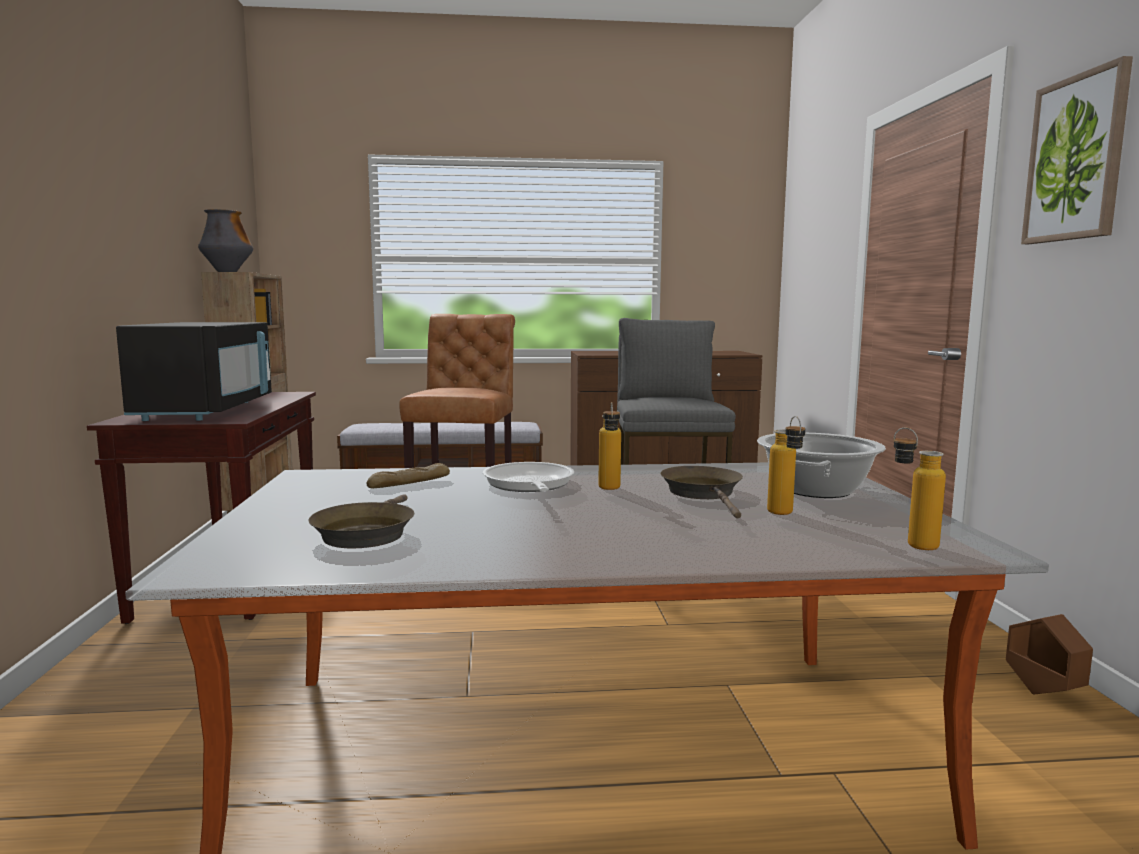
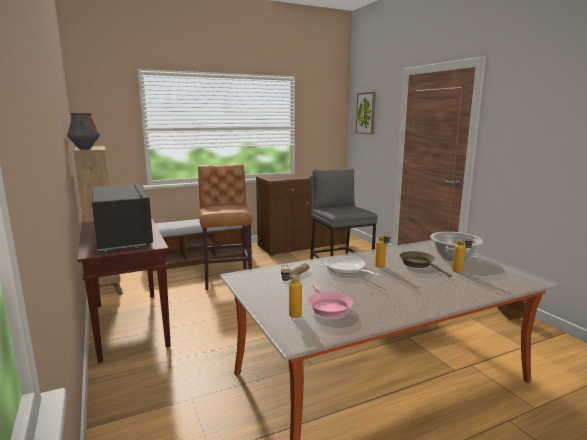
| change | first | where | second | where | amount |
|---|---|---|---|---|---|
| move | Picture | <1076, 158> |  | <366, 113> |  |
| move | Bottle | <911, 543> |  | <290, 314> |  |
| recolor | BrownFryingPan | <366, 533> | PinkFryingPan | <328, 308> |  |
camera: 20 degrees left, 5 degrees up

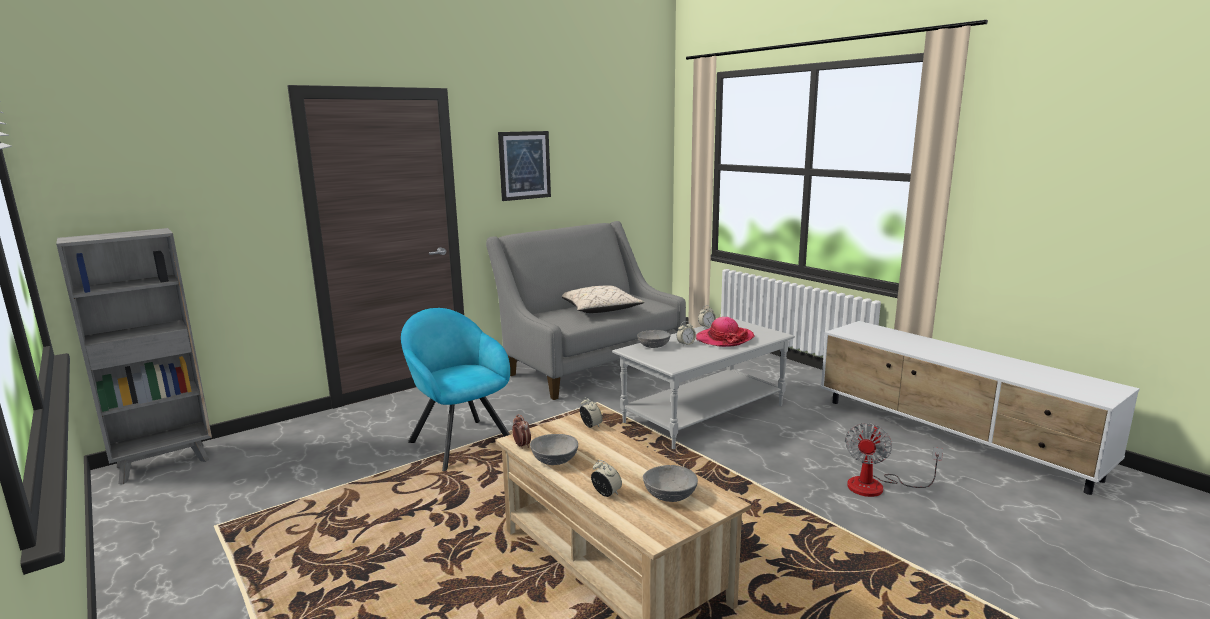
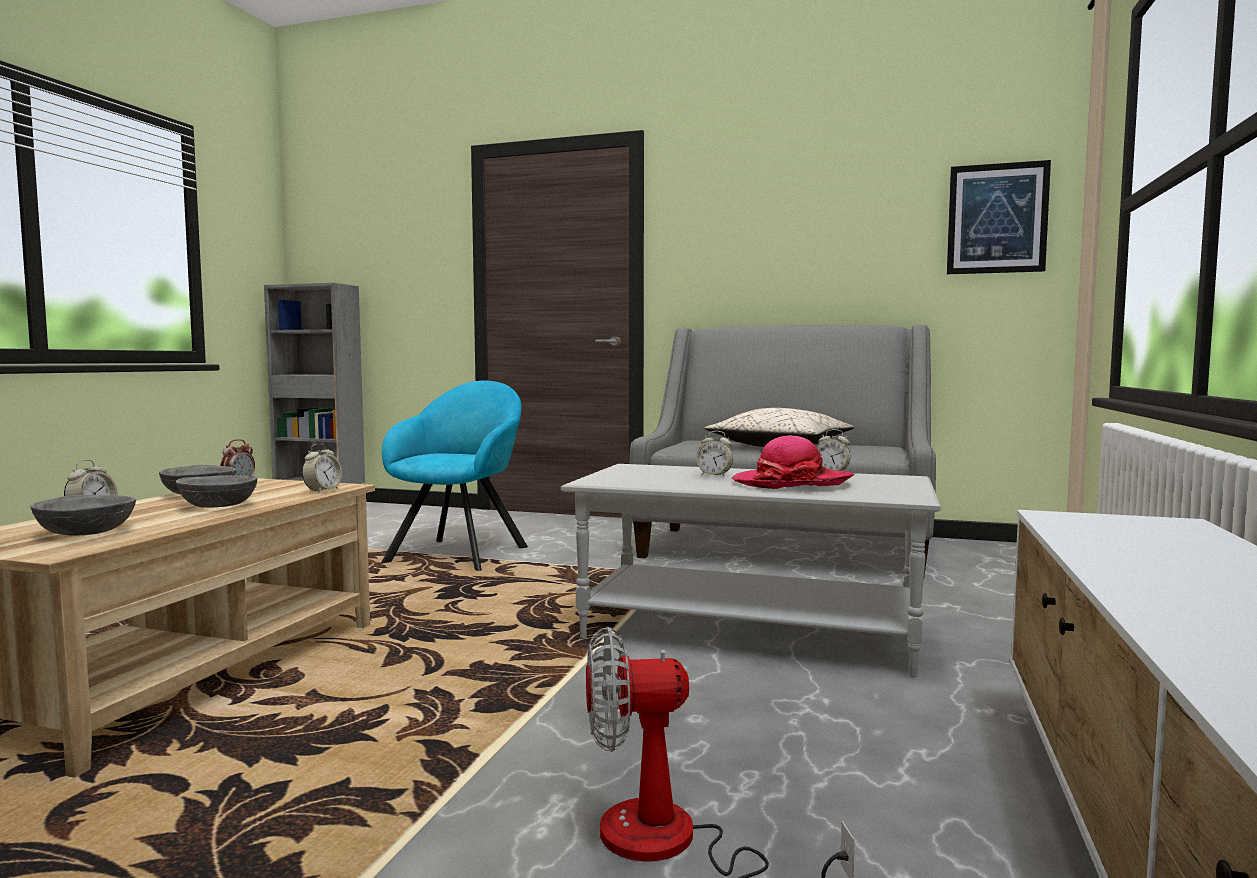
| change | first | where | second | where | amount |
|---|---|---|---|---|---|
| move | Picture | <524, 165> |  | <997, 219> |  |
| move | GreyBowl | <654, 346> |  | <218, 506> |  |
camera: 55 degrees right, 10 degrees down

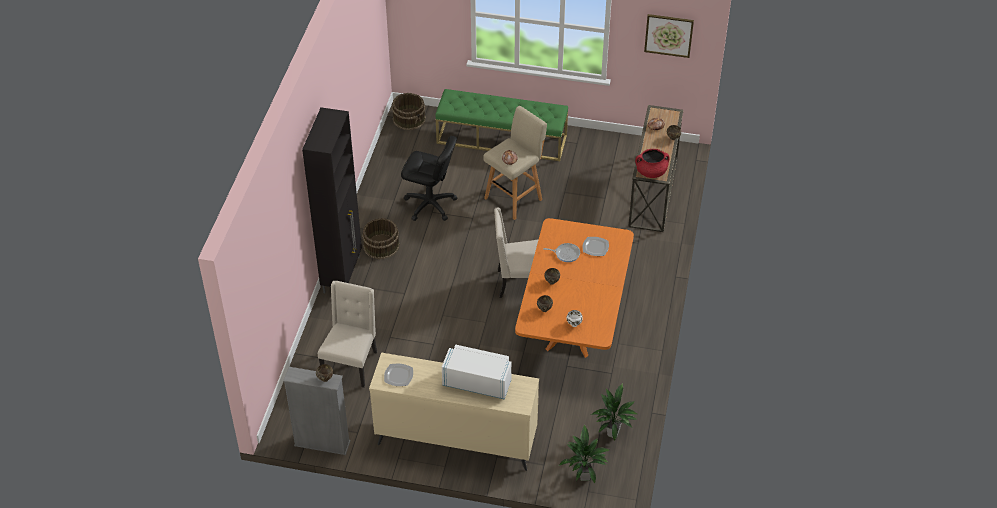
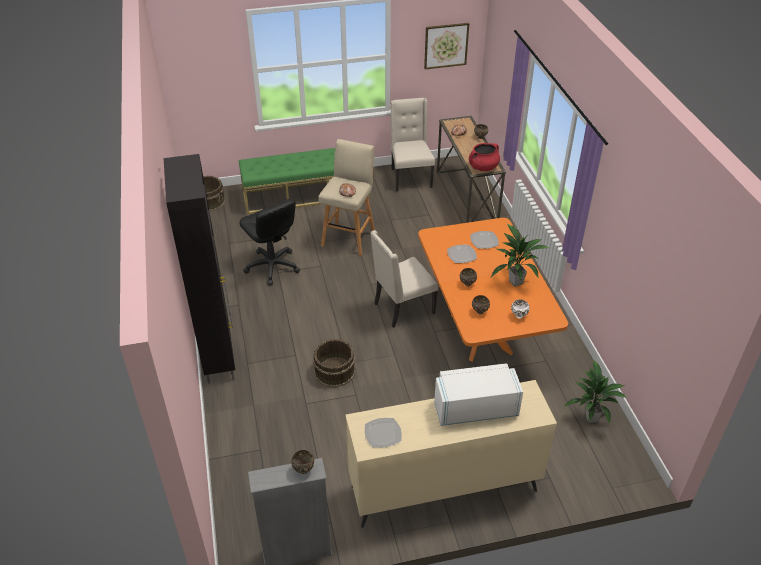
| change | first | where | second | where | amount |
|---|---|---|---|---|---|
| rotate | BlackOfficeChair | <430, 205> |  | <272, 266> | 60 degrees clockwise |
| move | BrownBucket | <381, 245> |  | <334, 371> |  |
| replace | FryingPan | <566, 254> | Plate | <461, 255> |  |
| move | BeigeChair | <351, 364> |  | <410, 178> |  |
| move | PottedPlant | <585, 476> |  | <515, 282> |  |
camera: 25 degrees left, 5 degrees down

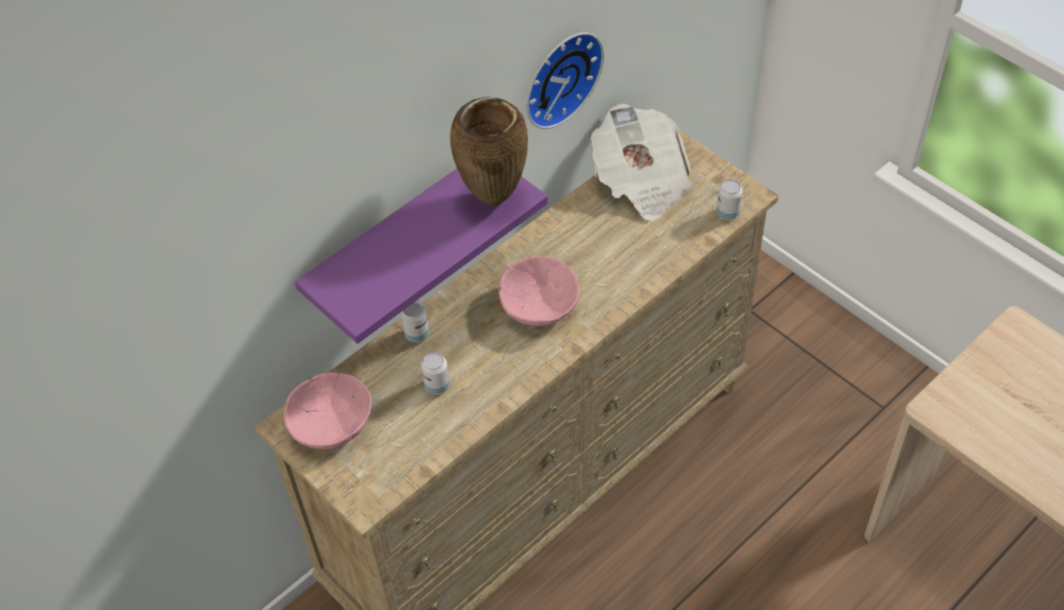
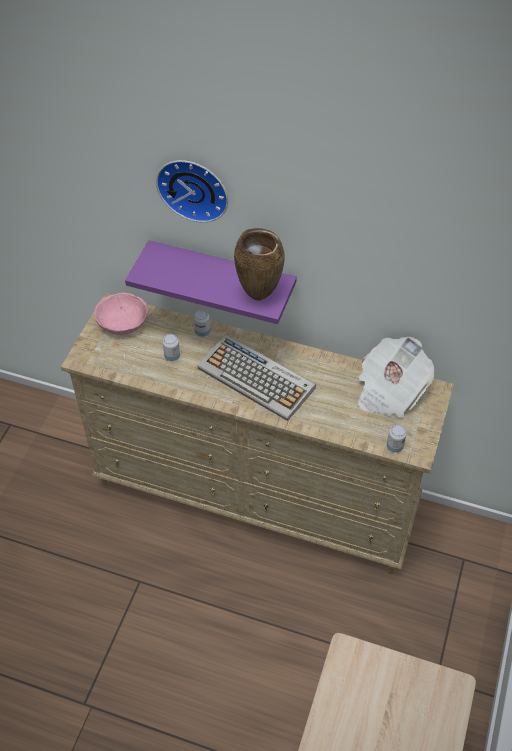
| change | first | where | second | where | amount |
|---|---|---|---|---|---|
| move | WallClock | <559, 76> |  | <194, 187> |  |
| replace | PinkBowl | <539, 304> | Keyboard | <257, 378> |  |
camera: 60 degrees right, 0 degrees up

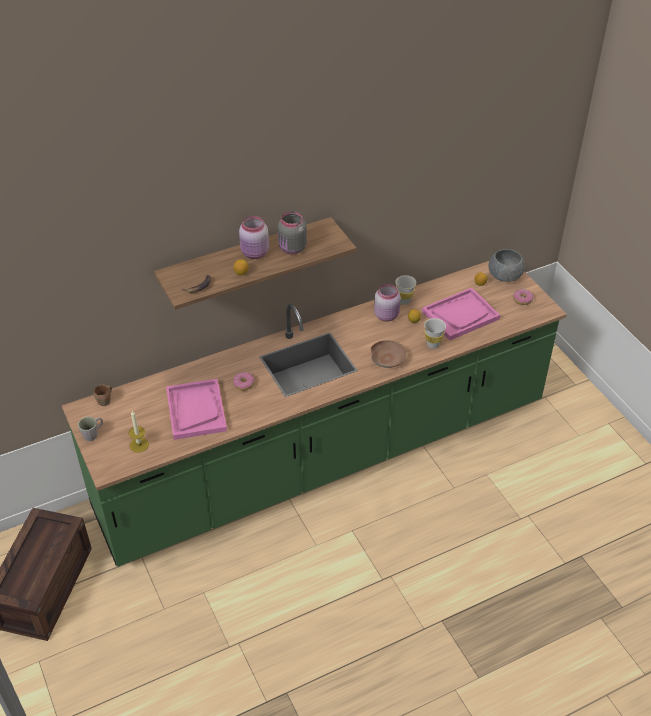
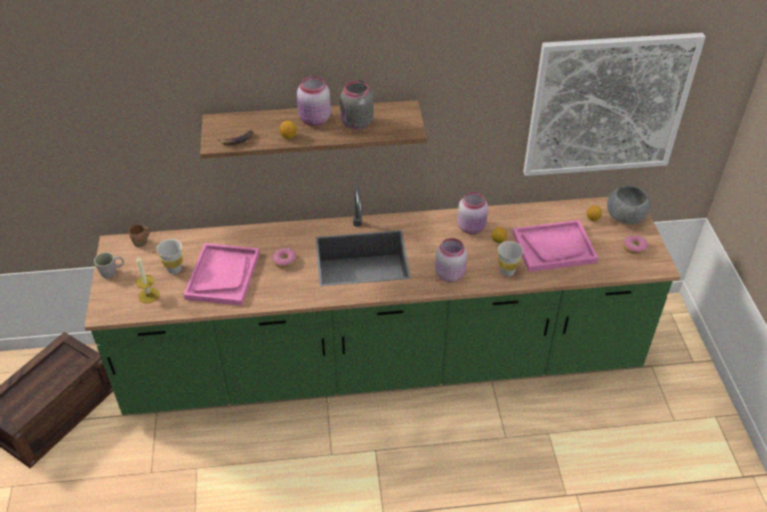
| change | first | where | second | where | amount |
|---|---|---|---|---|---|
| move | WhiteCup | <404, 301> |  | <174, 269> |  |
| replace | BrownBowl | <388, 358> | PinkJar | <450, 274> |  |
| insert |  |  | Picture | <607, 105> |  |
camera: 20 degrees right, 0 degrees up

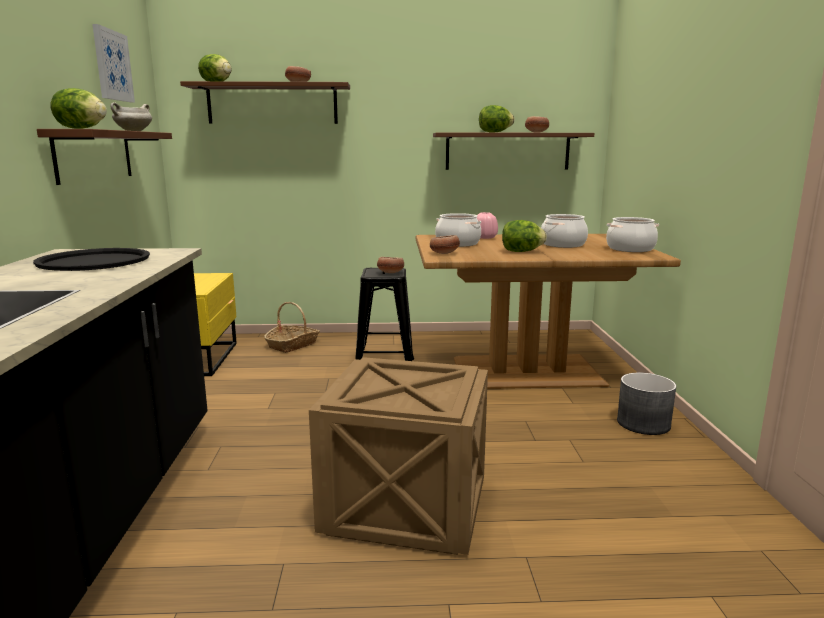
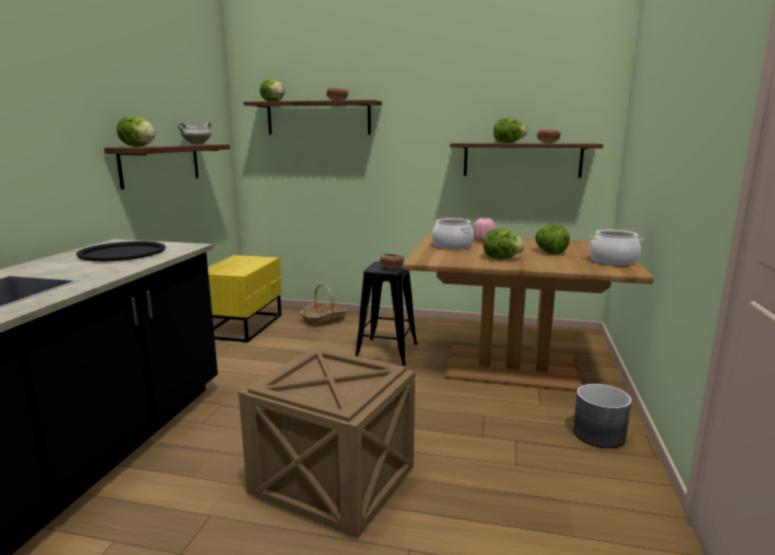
| change | first | where | second | where | amount |
|---|---|---|---|---|---|
| delete | Picture | <112, 65> |  |  |  |
| replace | CookingPot | <563, 244> | Lettuce | <550, 252> |  |
| delete | Bowl | <444, 253> |  |  |  |
camera: 15 degrees right, 0 degrees up

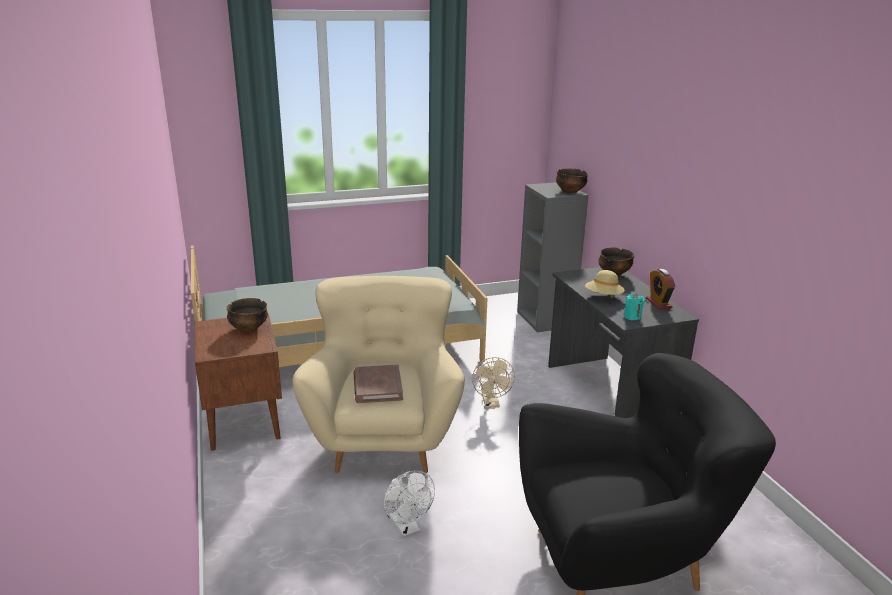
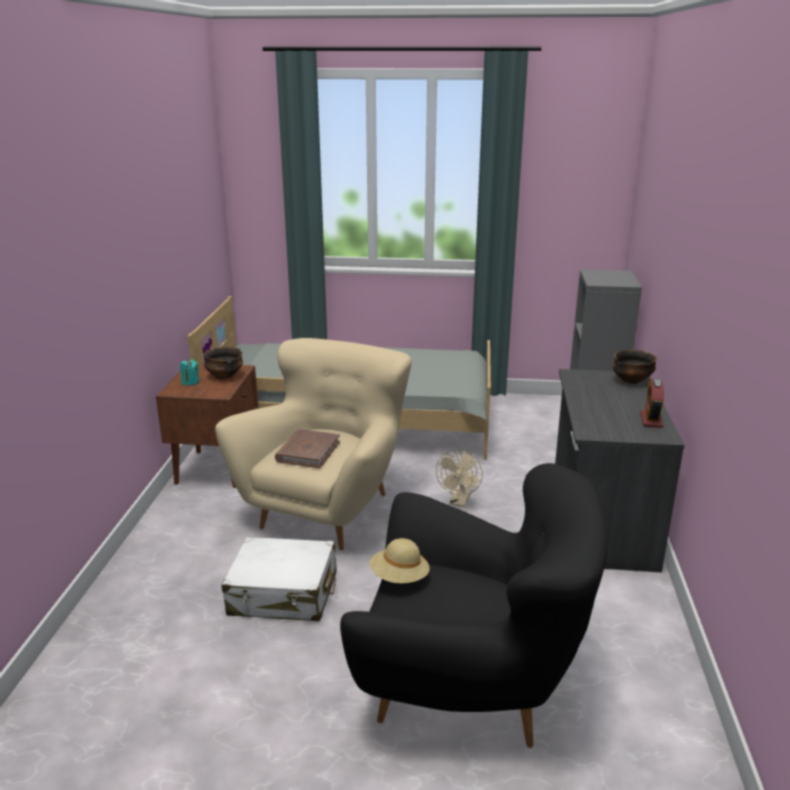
| change | first | where | second | where | amount |
|---|---|---|---|---|---|
| delete | Bowl | <570, 191> |  |  |  |
| move | BeigeHat | <603, 297> |  | <399, 578> |  |
| move | TurquoiseCandle | <632, 317> |  | <190, 382> |  |
| replace | WhiteFan | <407, 527> | WhiteSuitcase | <283, 594> |  |
camera: 25 degrees right, 0 degrees up

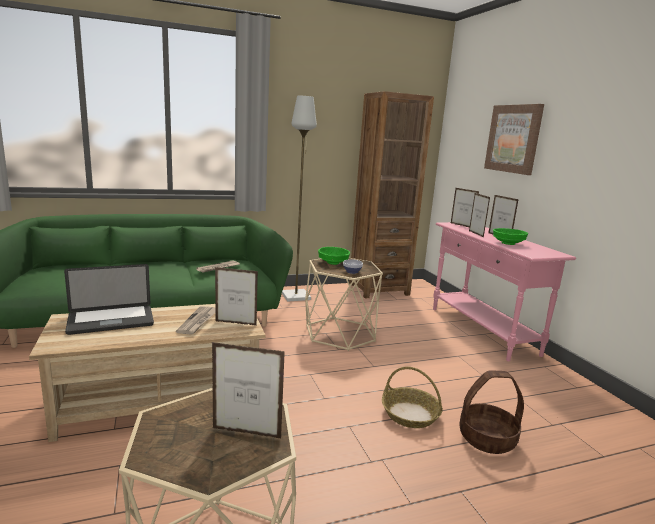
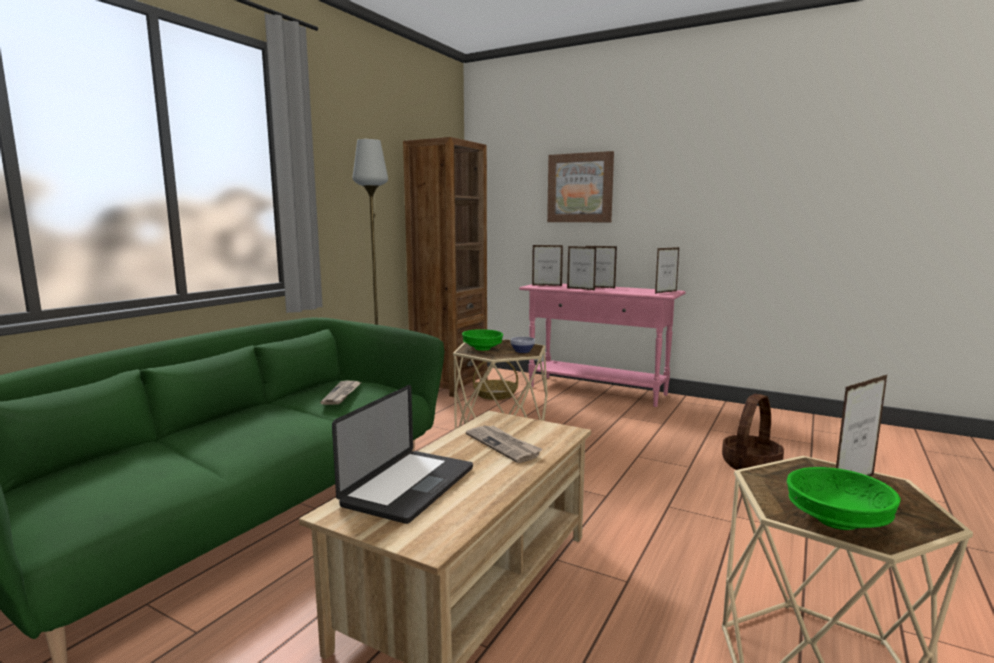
| change | first | where | second | where | amount |
|---|---|---|---|---|---|
| move | GreenBowl | <508, 243> |  | <837, 520> |  |
| move | PictureFrame | <236, 323> |  | <666, 292> |  |
| move | Basket | <410, 414> |  | <495, 394> |  |
camera: 40 degrees left, 5 degrees down

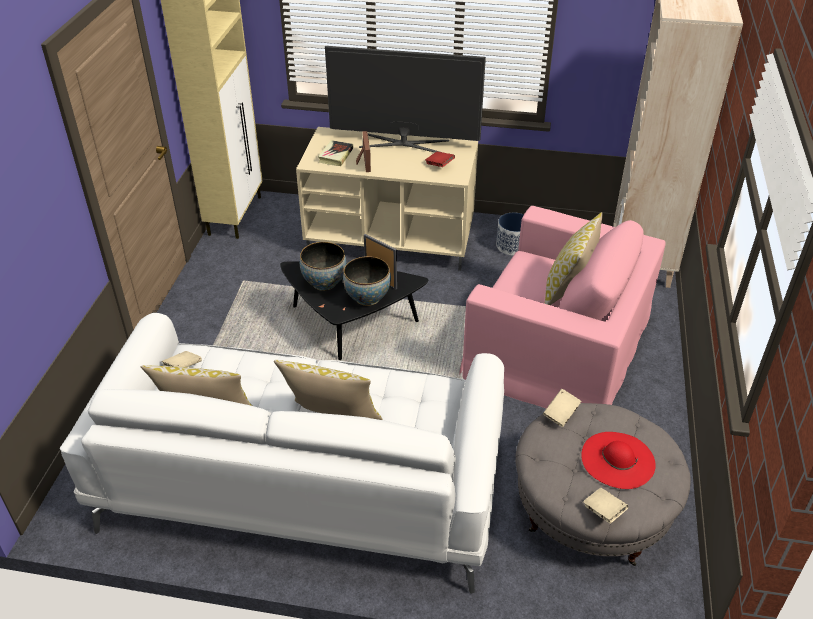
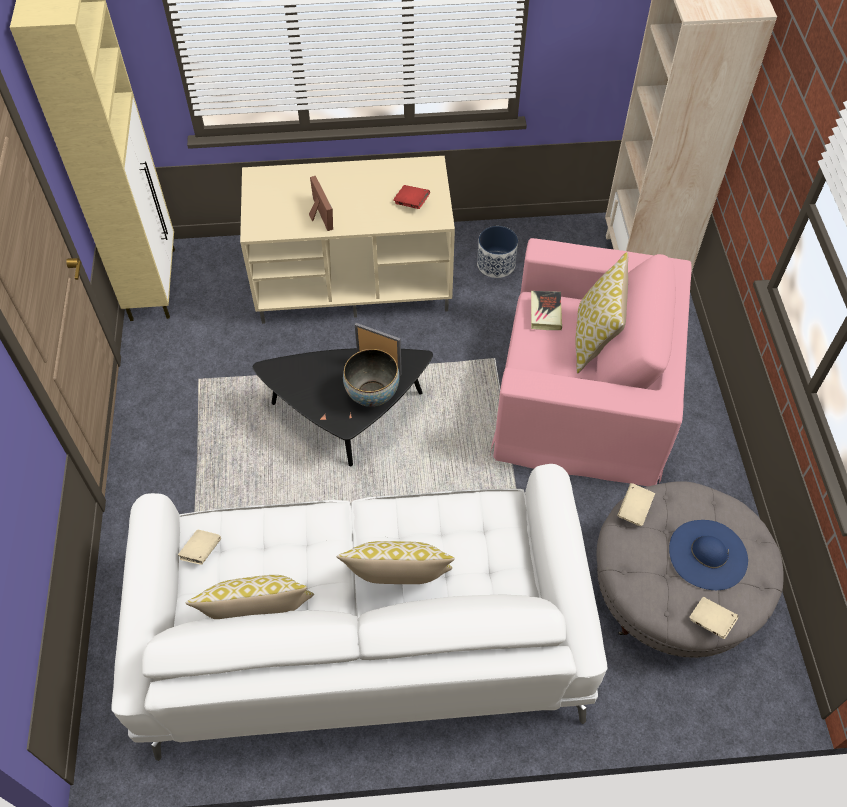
| change | first | where | second | where | amount |
|---|---|---|---|---|---|
| delete | Television | <404, 143> |  |  |  |
| move | Book | <336, 155> |  | <545, 312> |  |
| delete | Bowl | <324, 283> |  |  |  |
| recolor | RedHat | <617, 460> | BlueHat | <707, 554> |  |
camera: 15 degrees left, 15 degrees up

